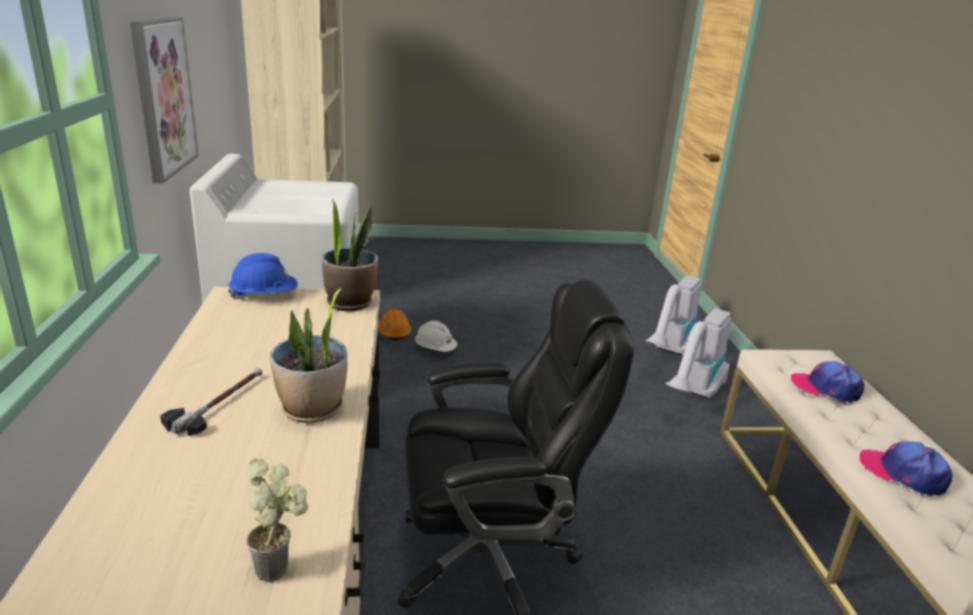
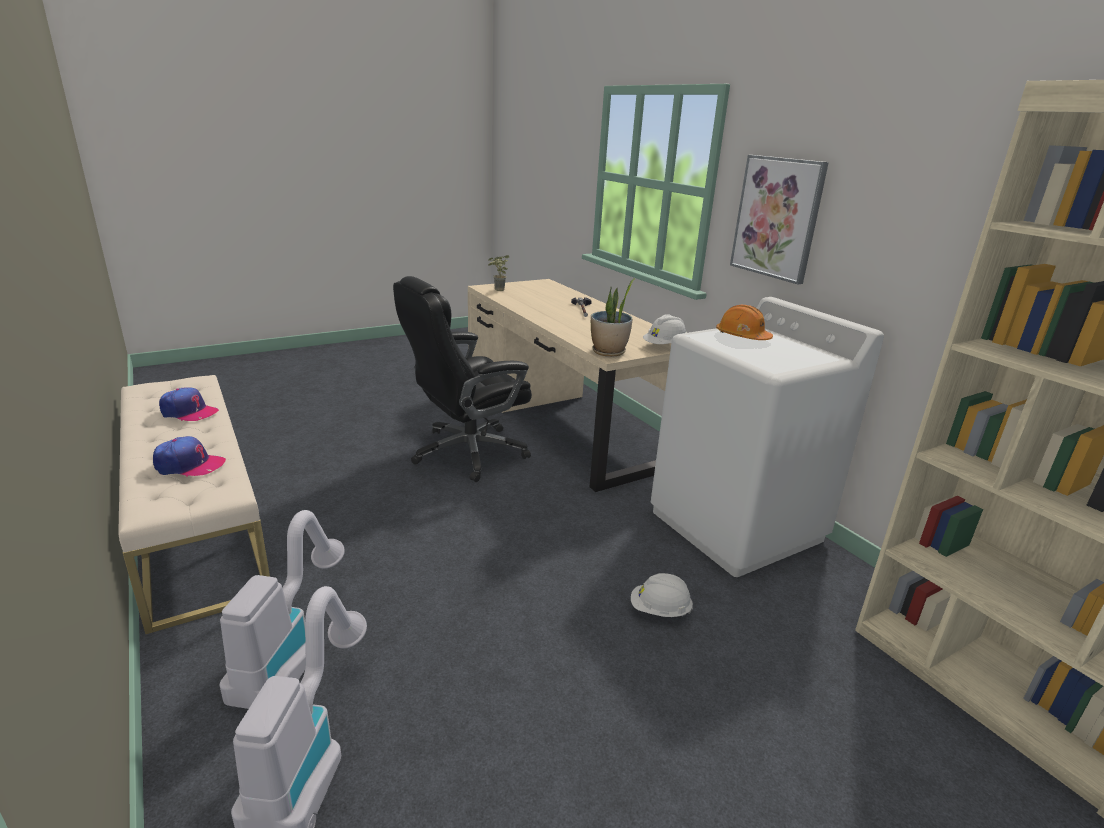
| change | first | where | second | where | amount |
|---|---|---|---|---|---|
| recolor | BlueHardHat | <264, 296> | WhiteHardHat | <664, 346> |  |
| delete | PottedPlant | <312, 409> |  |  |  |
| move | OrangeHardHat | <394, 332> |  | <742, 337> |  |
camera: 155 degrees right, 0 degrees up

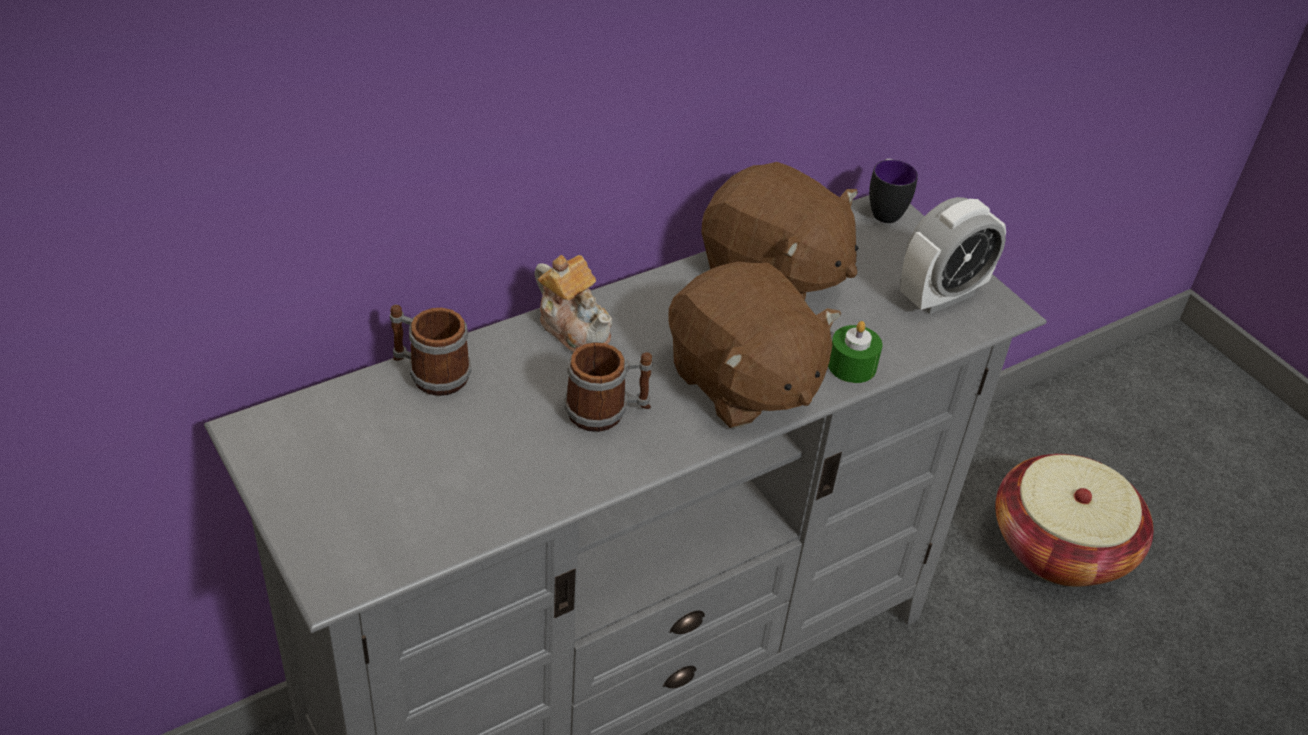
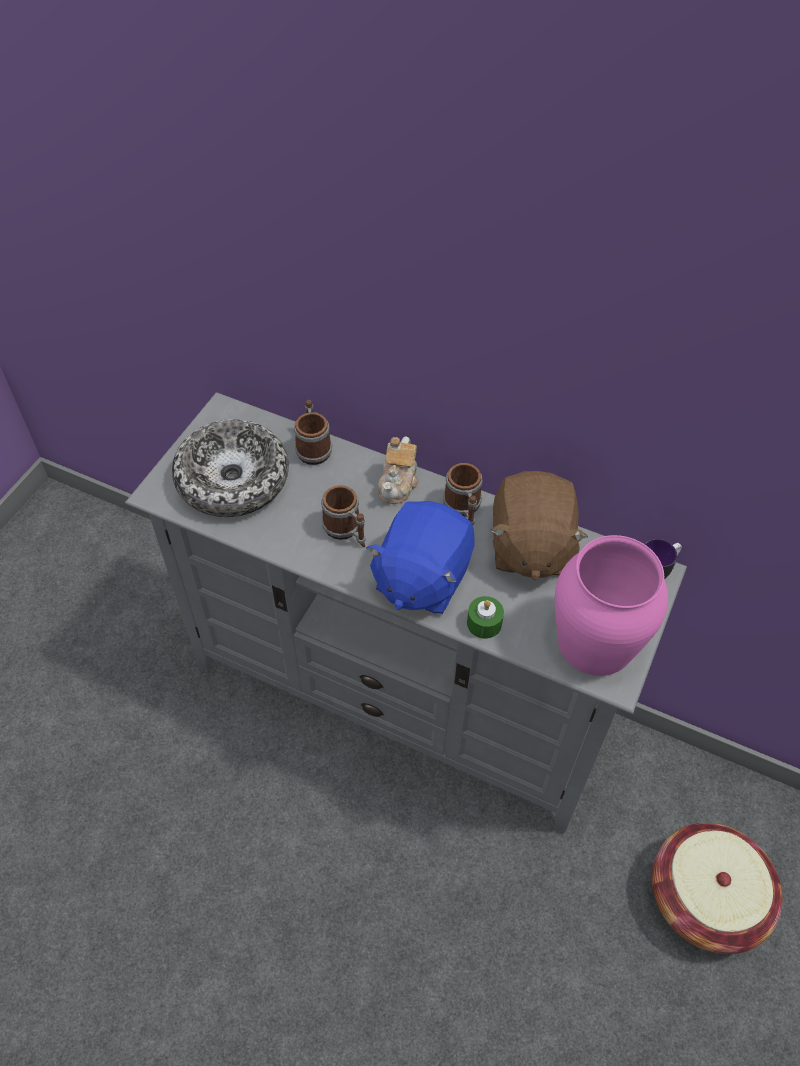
| change | first | where | second | where | amount |
|---|---|---|---|---|---|
| replace | AlarmClock | <941, 296> | PinkVase | <596, 641> |  |
| recolor | BrownPlushToy | <742, 383> | BluePlushToy | <421, 578> |  |
| insert |  |  | Bowl | <232, 479> |  |
| insert |  |  | Mug | <463, 509> |  |
camera: 60 degrees right, 10 degrees up

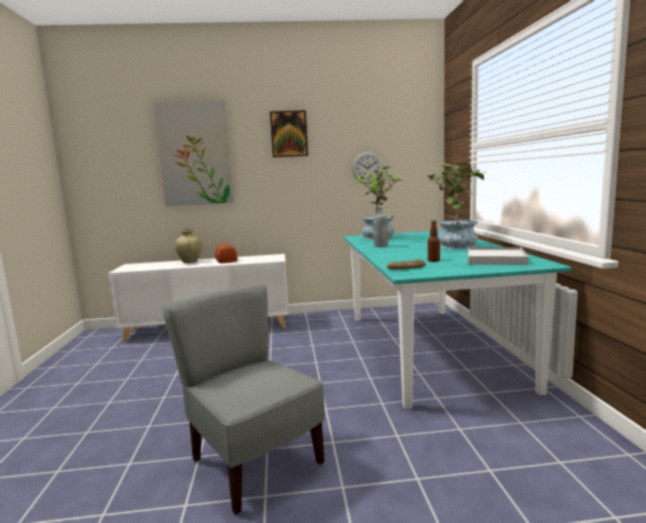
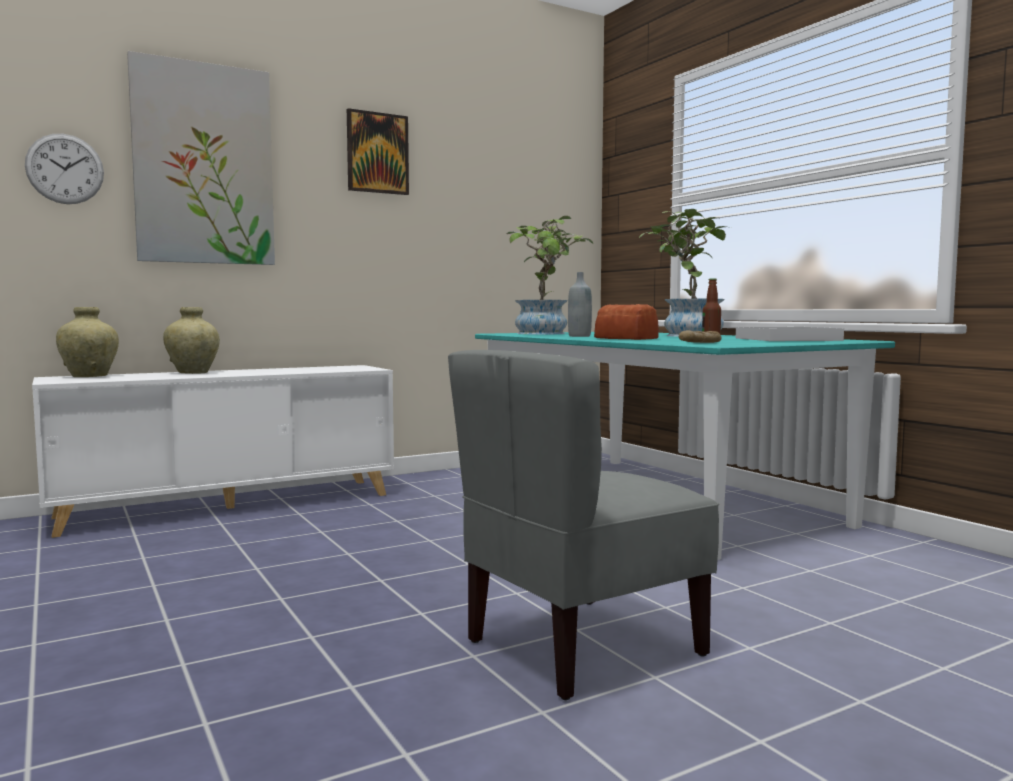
| change | first | where | second | where | amount |
|---|---|---|---|---|---|
| move | WallClock | <367, 168> |  | <65, 169> |  |
| move | Bread | <226, 260> |  | <625, 338> |  |
| rotate | GreyChair | <254, 463> |  | <581, 647> | 60 degrees counterclockwise |
| insert |  |  | BeigeVase | <90, 376> |  |
camera: 25 degrees left, 5 degrees down

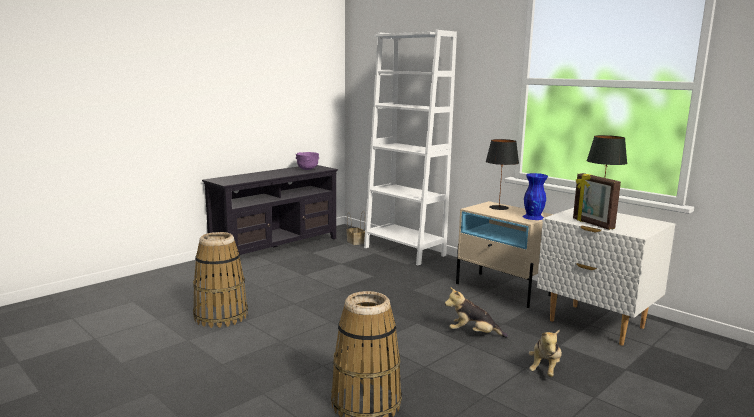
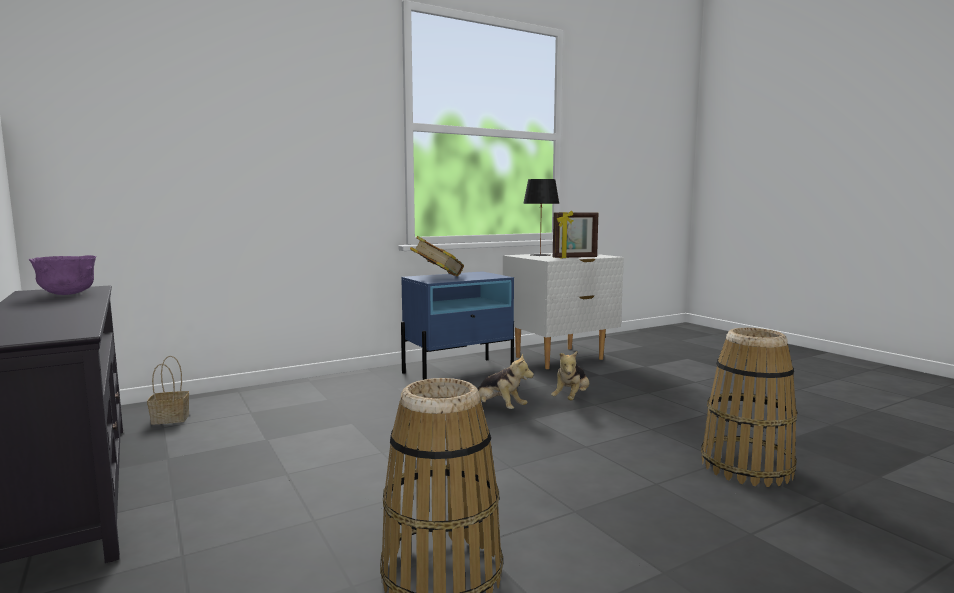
| change | first | where | second | where | amount |
|---|---|---|---|---|---|
| delete | WhiteBookcase | <404, 251> |  |  |  |
| replace | BlackTableLamp | <498, 207> | Book | <437, 277> |  |
| delete | BlueVase | <533, 217> |  |  |  |
| recolor | BeigeNightstand | <502, 289> | BlueNightstand | <458, 371> |  |
| move | PlushToy | <545, 369> |  | <498, 408> |  |
camera: 75 degrees left, 5 degrees down

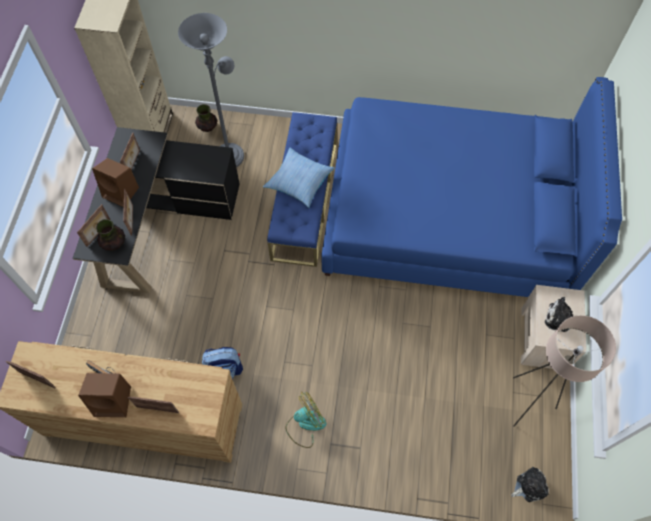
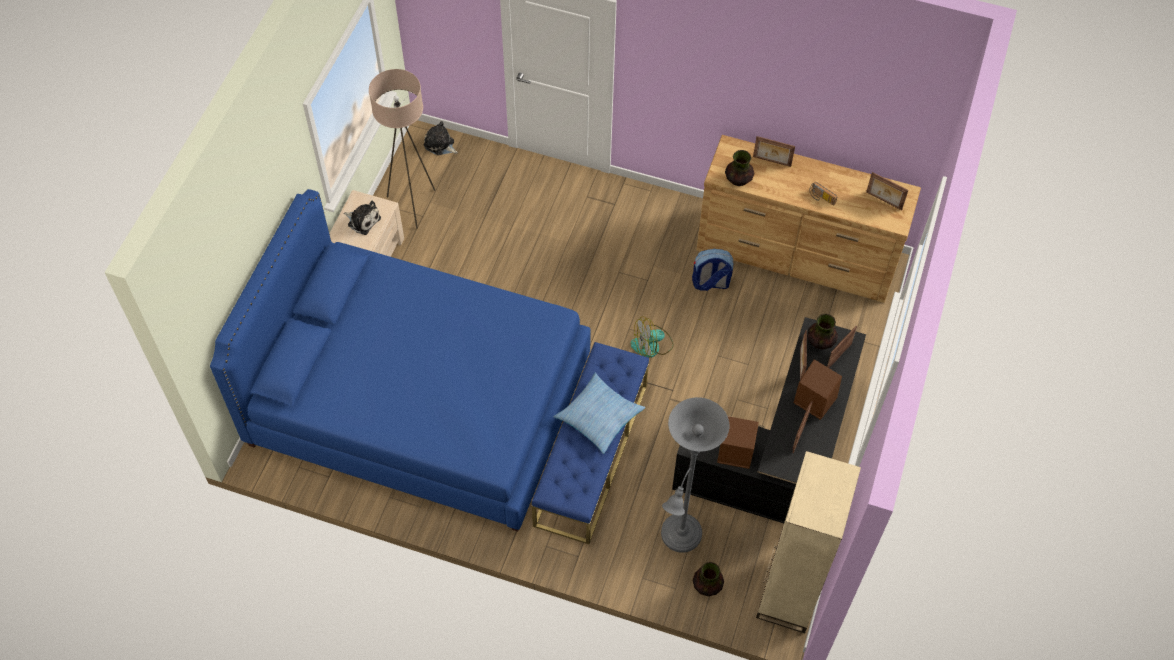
| change | first | where | second | where | amount |
|---|---|---|---|---|---|
| move | BrownSpeaker | <114, 401> |  | <734, 452> |  |
| move | Fan | <305, 424> |  | <652, 345> |  |
| rotate | PlushToy | <529, 486> |  | <440, 145> | 45 degrees clockwise |
| insert |  |  | Vase | <738, 180> |  |
camera: 170 degrees left, 5 degrees down

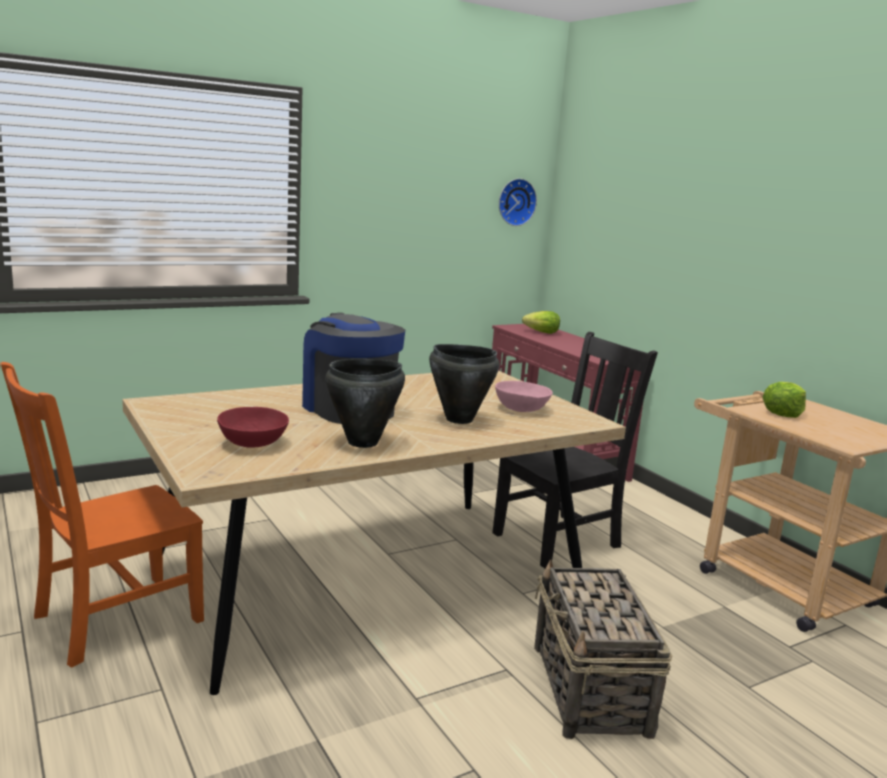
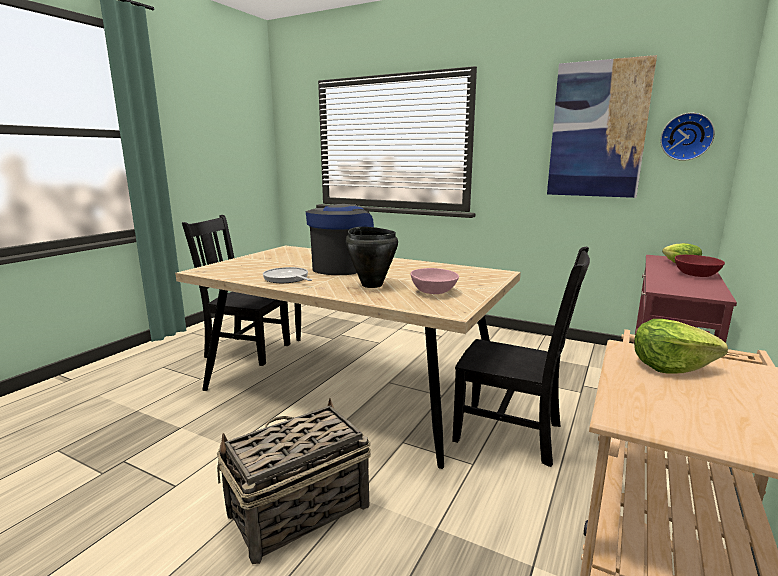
| change | first | where | second | where | amount |
|---|---|---|---|---|---|
| replace | BlackCookingPot | <363, 442> | FryingPan | <287, 279> |  |
| recolor | OrangeChair | <113, 620> | BlackChair | <246, 350> |  |
| move | RedBowl | <253, 443> |  | <696, 275> |  |
| insert |  |  | Picture | <598, 130> |  |
camera: 60 degrees right, 0 degrees up

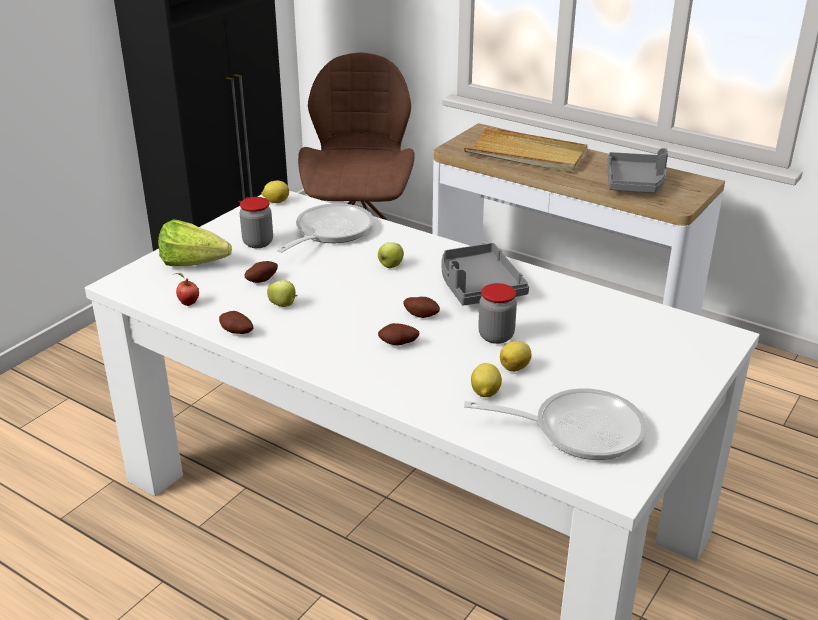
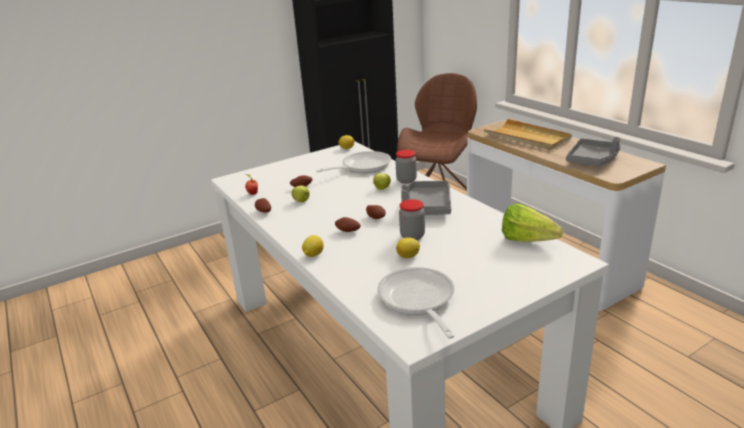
| change | first | where | second | where | amount |
|---|---|---|---|---|---|
| move | Jar | <258, 243> |  | <406, 180> |  |
| move | Lettuce | <198, 265> |  | <531, 242> |  |
| move | Lemon | <485, 393> |  | <313, 255> |  |
| rotate | FryingPan | <578, 429> |  | <418, 300> | 135 degrees counterclockwise |
camera: 25 degrees right, 5 degrees down

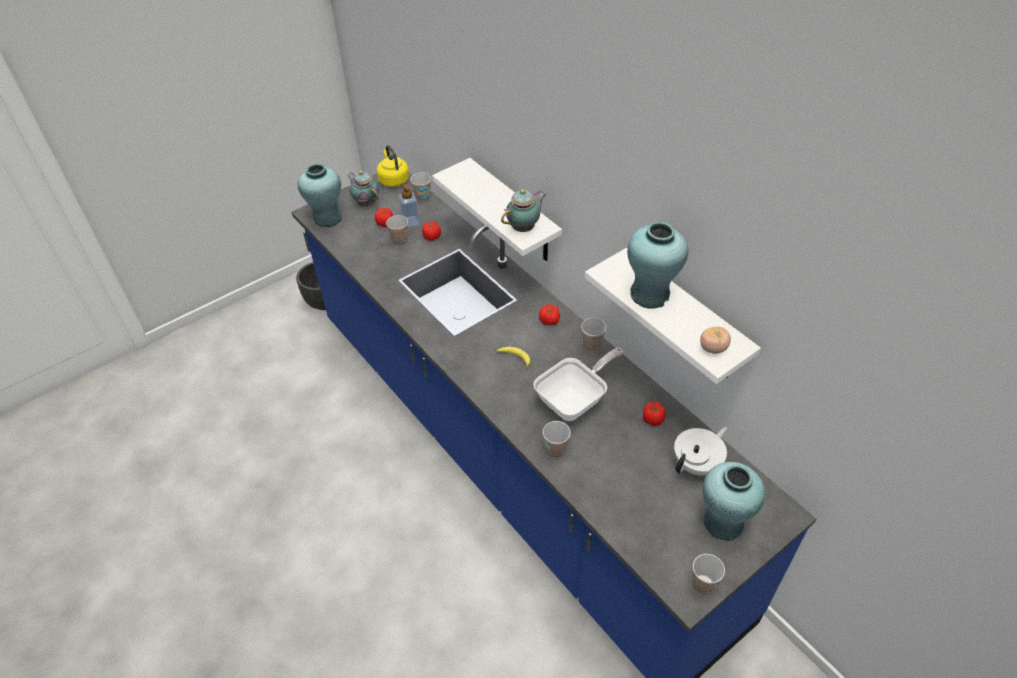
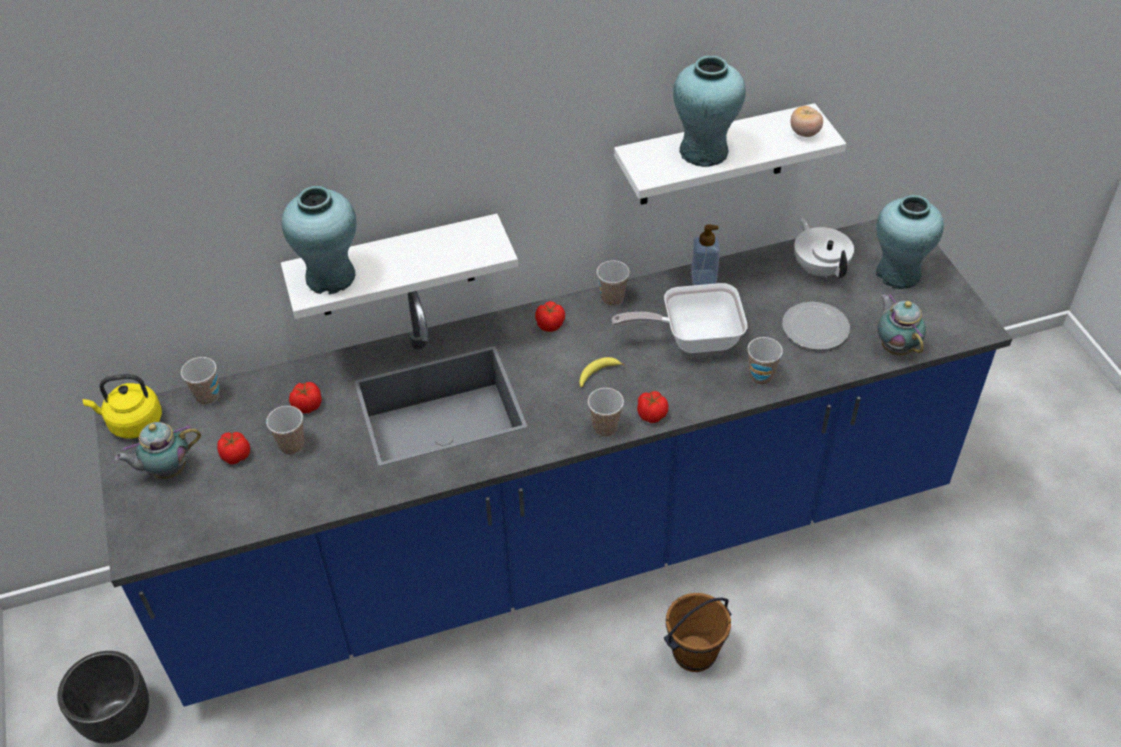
| change | first | where | second | where | amount |
|---|---|---|---|---|---|
| move | TurquoiseVase | <327, 218> |  | <331, 277> |  |
| move | SoapDispenser | <410, 222> |  | <703, 278> |  |
| move | Teapot | <524, 228> |  | <895, 347> |  |
| rotate | FryingPan | <575, 400> |  | <692, 338> | 75 degrees counterclockwise |
| move | Tomato | <653, 419> |  | <651, 414> |  |
| move | Cup | <703, 584> |  | <605, 427> |  |
| insert |  |  | Plate | <814, 327> |  |
| insert |  |  | BrownBucket | <694, 654> |  |
camera: 70 degrees left, 0 degrees up

